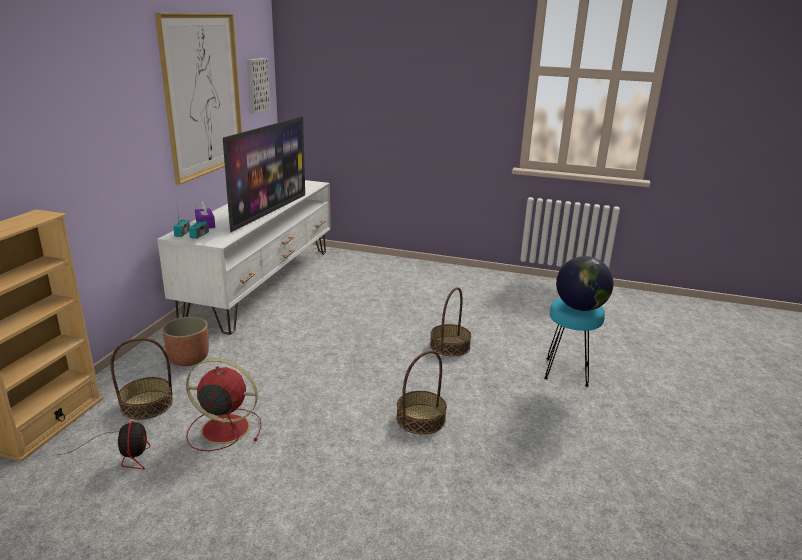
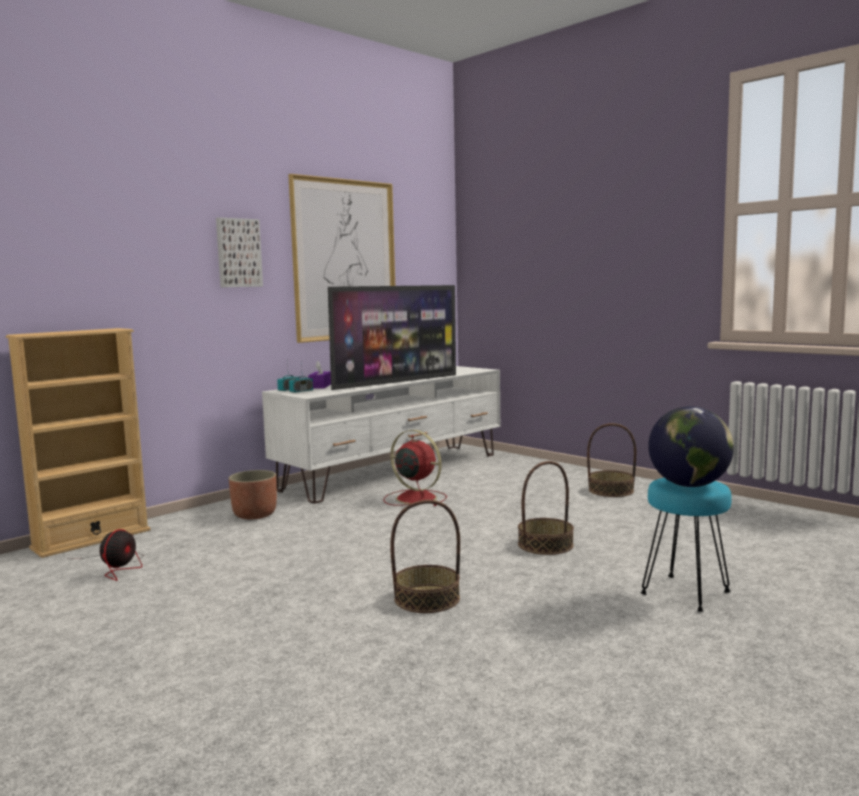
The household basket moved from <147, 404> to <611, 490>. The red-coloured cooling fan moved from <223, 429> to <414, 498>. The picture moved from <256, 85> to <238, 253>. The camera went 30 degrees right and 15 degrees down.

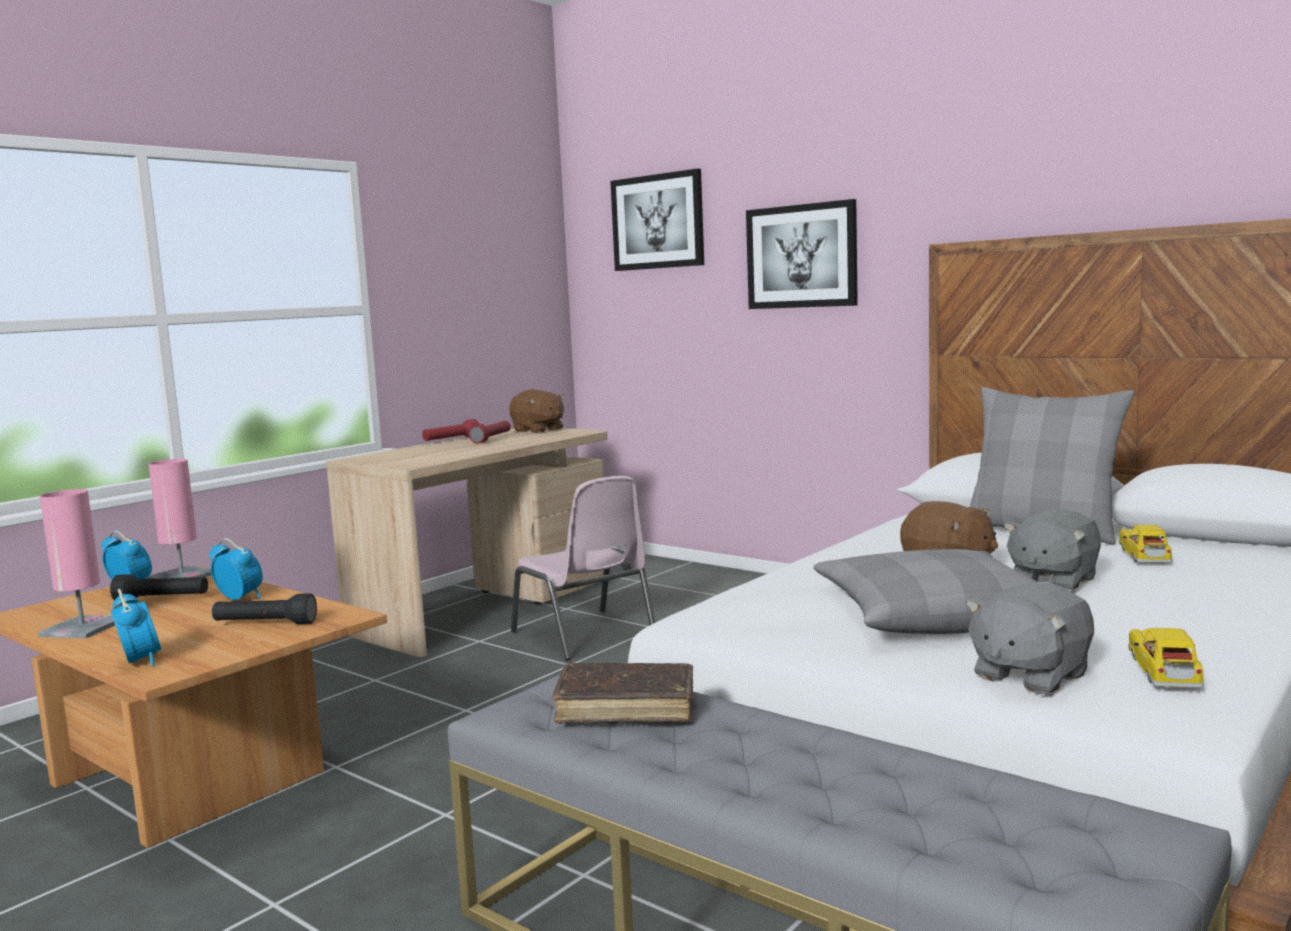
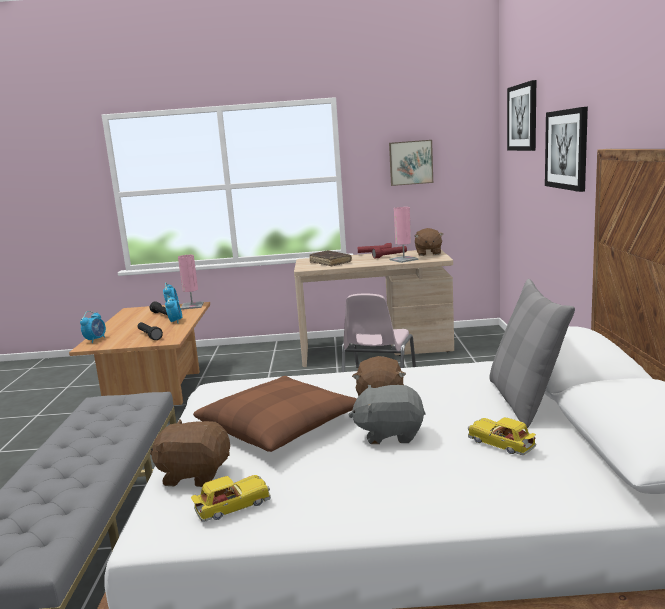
The pink table lamp moved from <82, 628> to <403, 259>. The brown-coloured volume moved from <626, 707> to <330, 262>. The gray pillow at <933, 615> became the brown-coloured pillow at <280, 426>. The gray cuddly toy at <1029, 675> became the brown-coloured cuddly toy at <194, 474>. The miniature car at <1145, 556> turned 105 degrees counterclockwise. The picture at <410, 162> appeared. The camera went 50 degrees right and 5 degrees up.

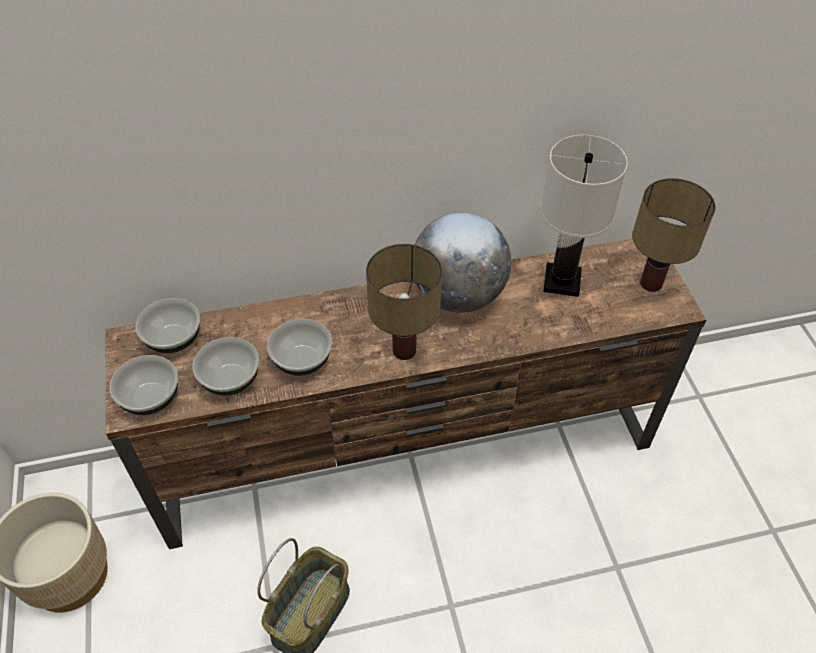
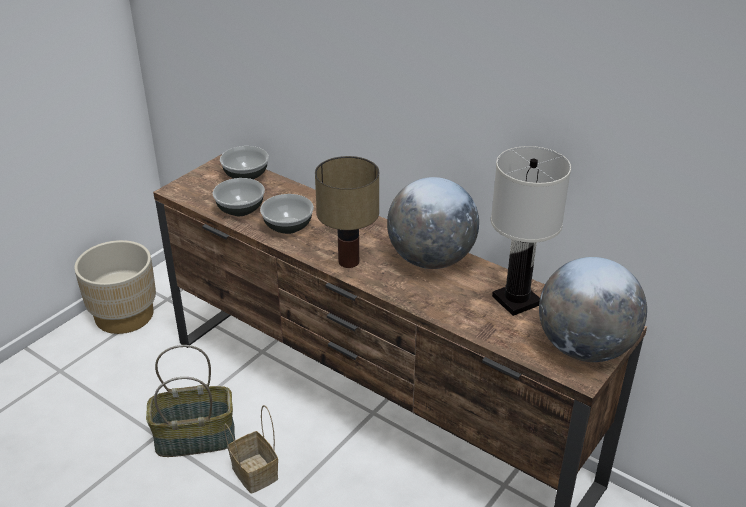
The bowl at <150, 397> disappeared. The table lamp at <651, 284> was replaced by the desk globe at <584, 348>. The household basket at <253, 472> appeared. The camera went 50 degrees right and 15 degrees down.

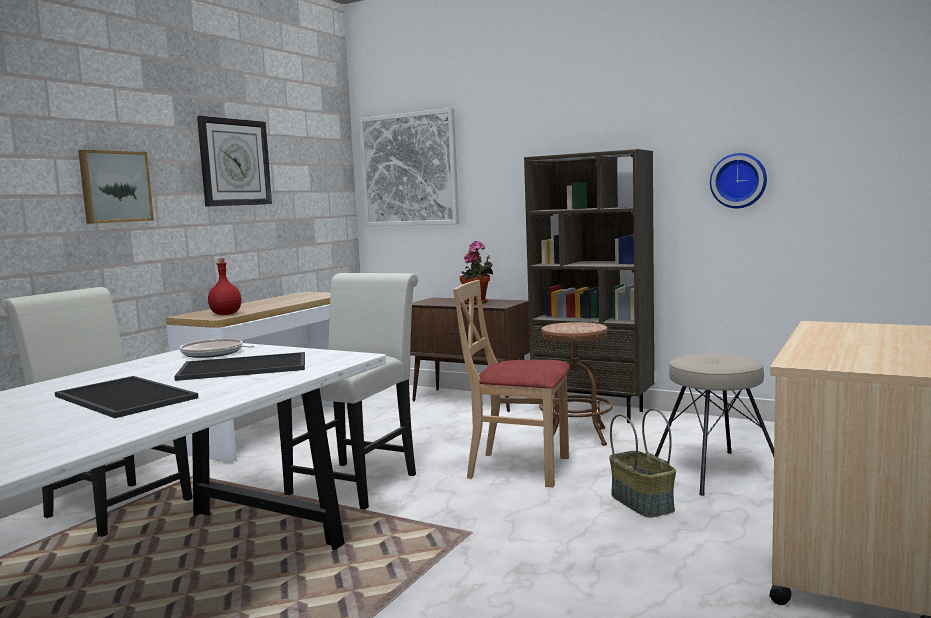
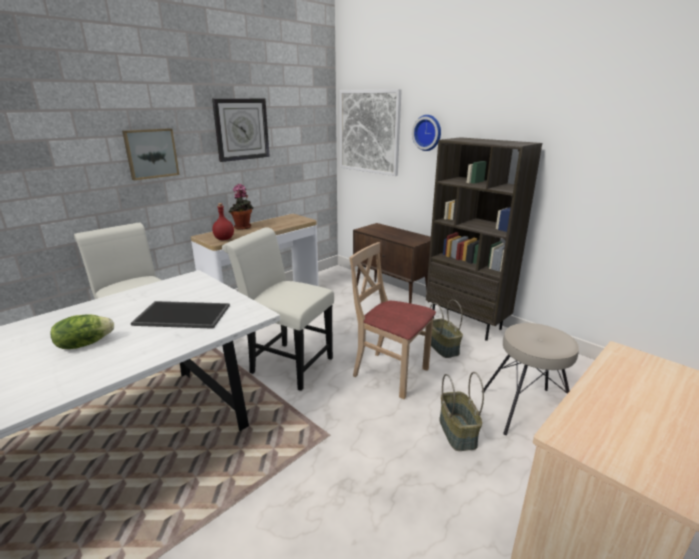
The tray at <122, 397> was replaced by the head of lettuce at <84, 344>. The pan at <214, 353> disappeared. The whitish chair at <358, 481> turned 105 degrees counterclockwise. The plant in a pot moved from <477, 303> to <243, 227>. The brown-coloured stool at <576, 436> was replaced by the household basket at <443, 347>. The hanging clock moved from <738, 180> to <428, 132>. The camera went 15 degrees right and 15 degrees up.

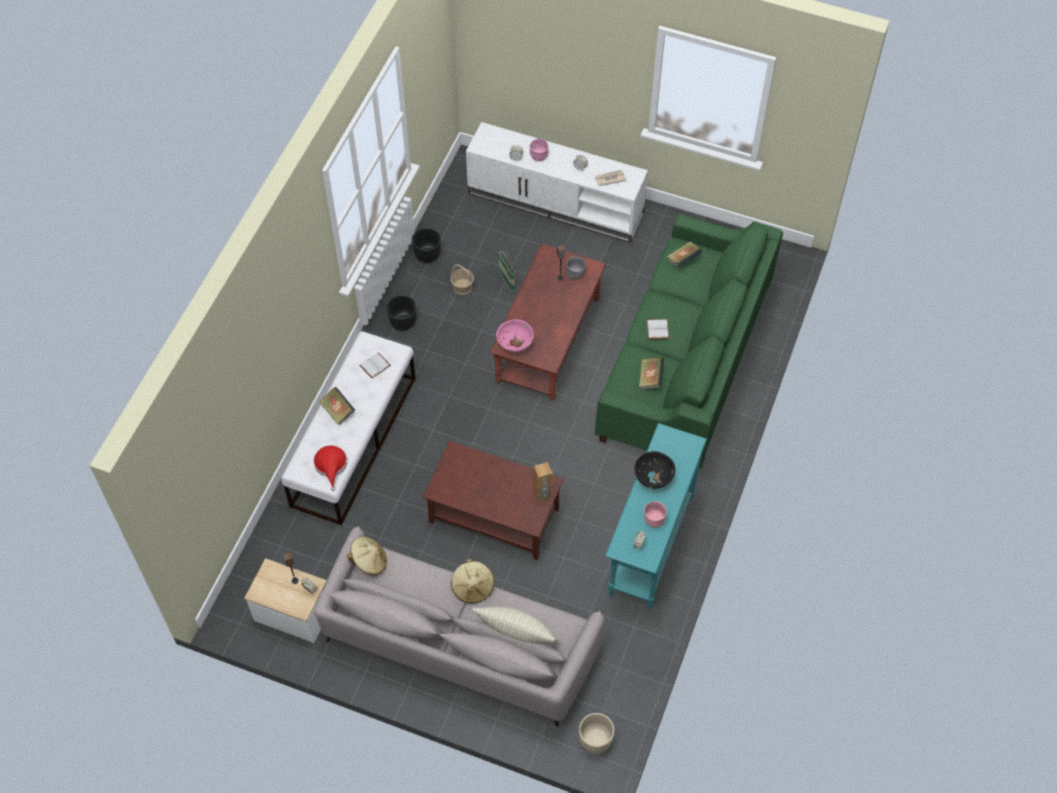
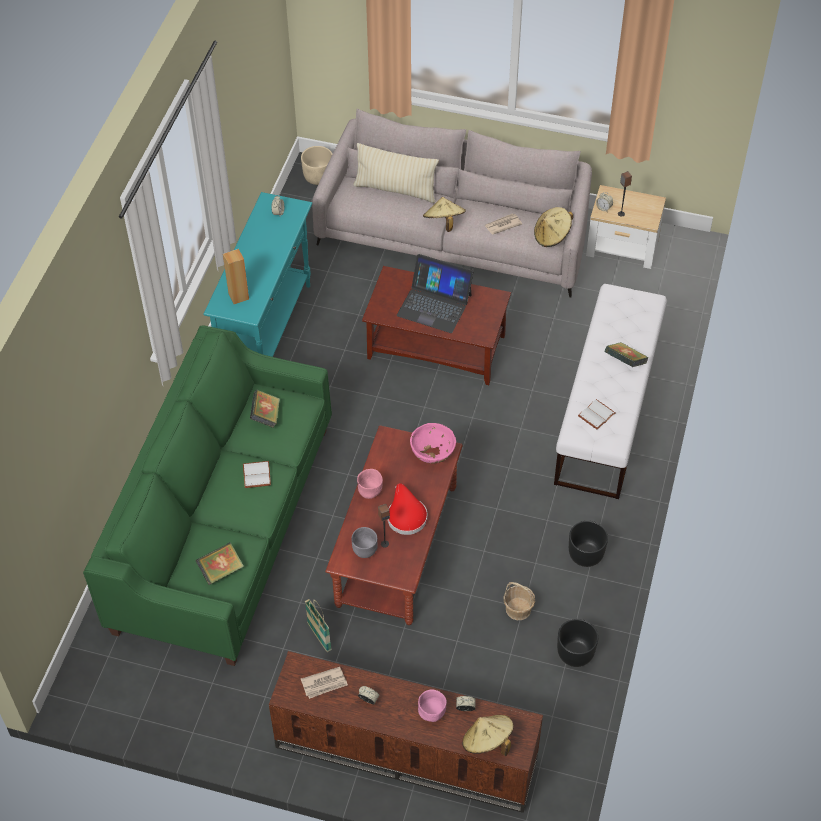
The red-coloured wearable hat moved from <331, 466> to <406, 515>. The whitish tv unit at <556, 203> became the brown-coloured tv unit at <404, 754>. The household basket moved from <507, 281> to <319, 637>. The brown-coloured speaker moved from <542, 495> to <238, 296>. The blackish bowl at <653, 478> disappeared. The pink bowl moved from <653, 520> to <370, 491>. The portable computer at <434, 305> appeared. The beige-coloured wearable hat at <487, 742> appeared. The printed paper at <502, 225> appeared. The camera went 175 degrees right and 5 degrees down.

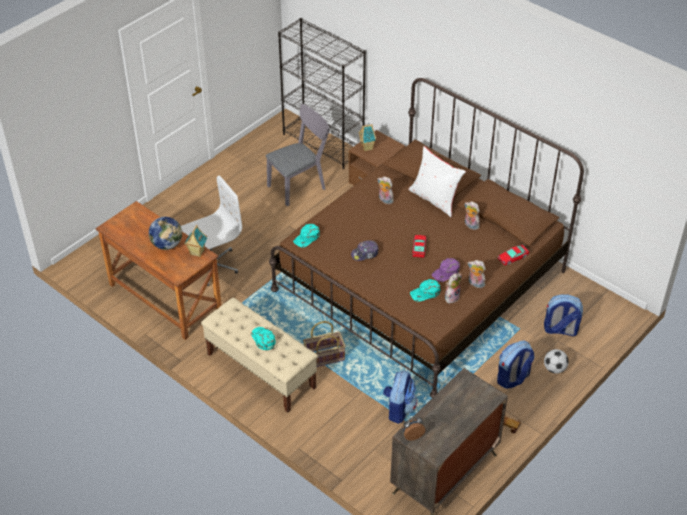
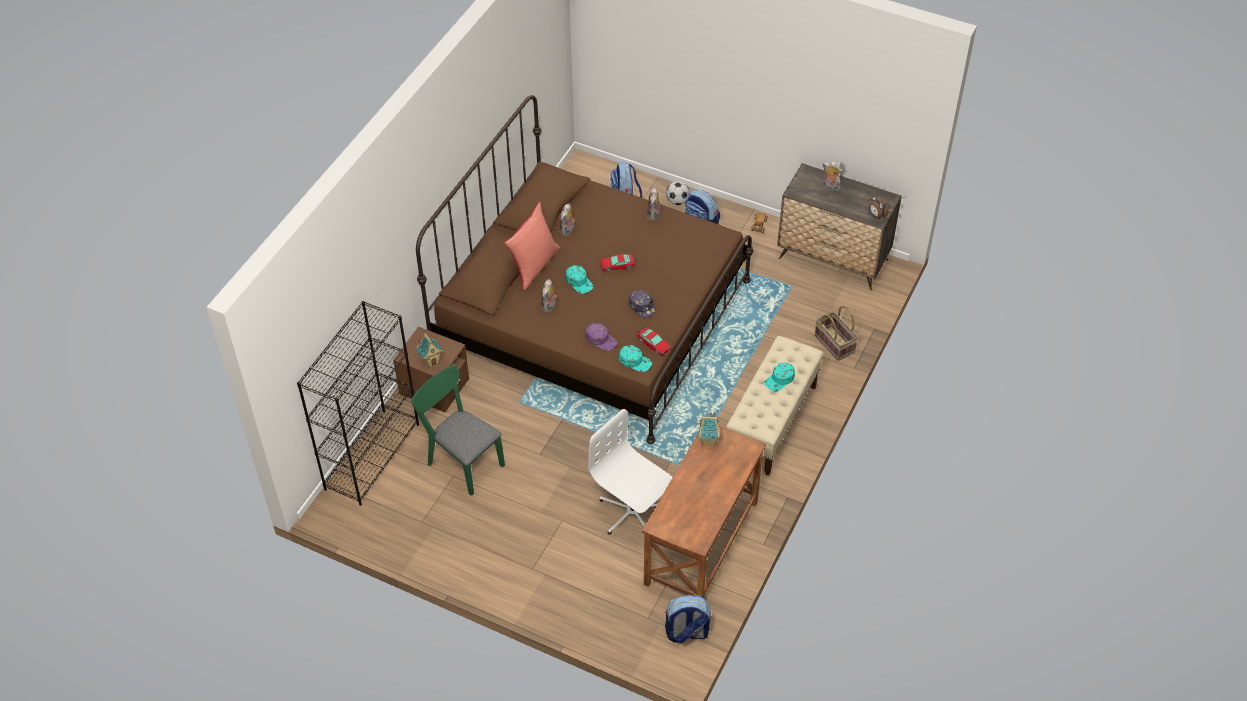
The desk globe at <167, 244> disappeared. The gray chair at <300, 185> became the greenish chair at <462, 461>. The household basket moved from <324, 358> to <835, 343>. The backpack moved from <398, 409> to <686, 632>. The whitish pillow at <435, 199> became the red-coloured pillow at <534, 265>. The turquoise-coloured baseball cap moved from <425, 293> to <579, 282>. The purplish baseball cap moved from <446, 272> to <601, 339>. The cuddly toy moved from <451, 297> to <830, 187>. The miniature car moved from <513, 257> to <653, 344>. The camera went 105 degrees left and 5 degrees up.

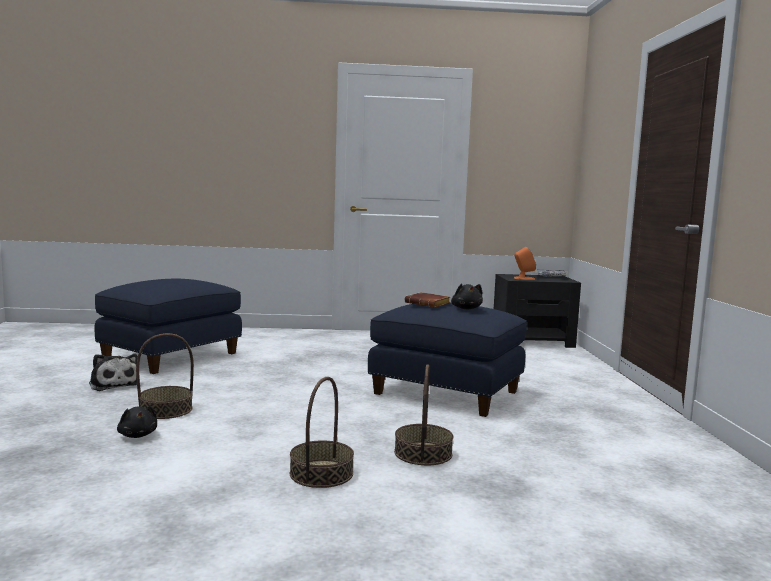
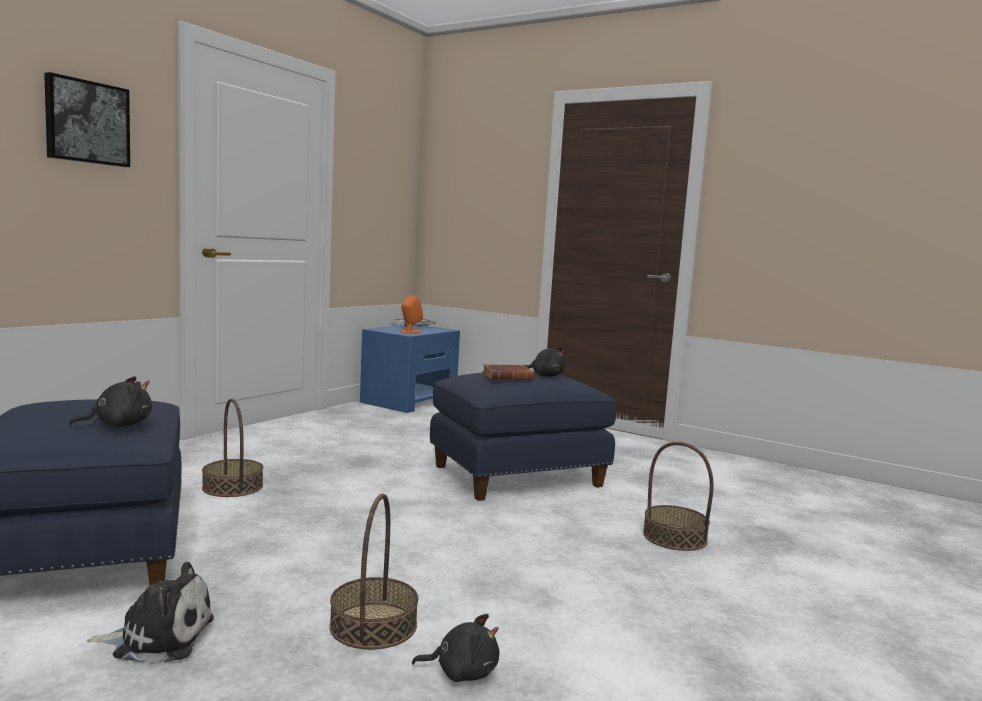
The household basket moved from <321, 473> to <233, 487>. The blackish nightstand at <533, 340> became the bluish nightstand at <409, 401>. The picture at <86, 122> appeared. The blackish cuddly toy at <118, 425> appeared. The camera went 55 degrees left and 0 degrees up.

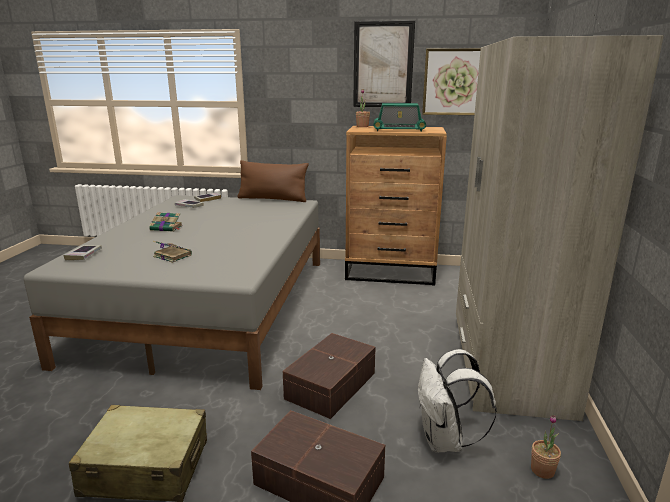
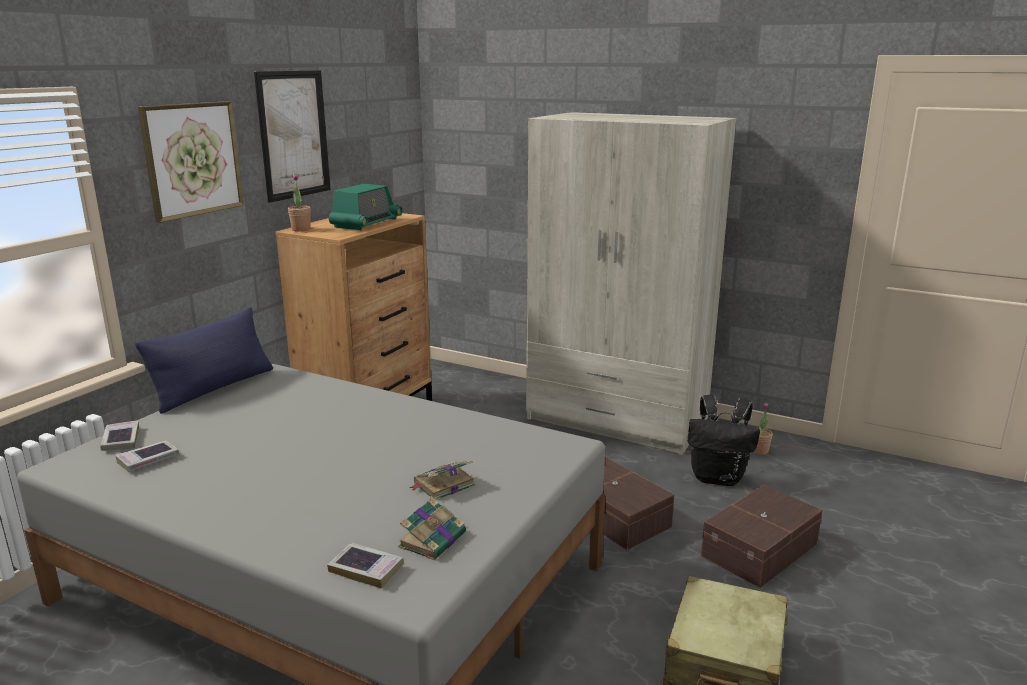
The volume moved from <167, 228> to <433, 539>. The brown-coloured pillow at <273, 199> became the bluish pillow at <214, 388>. The whitish backpack at <445, 441> became the blackish backpack at <718, 478>. The picture moved from <455, 82> to <192, 159>. The camera went 70 degrees left and 0 degrees up.

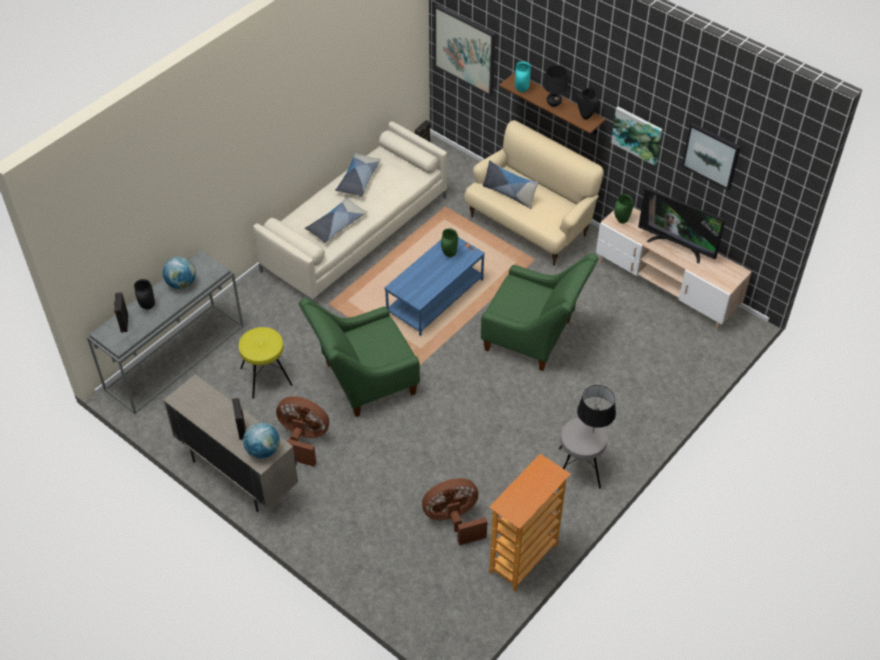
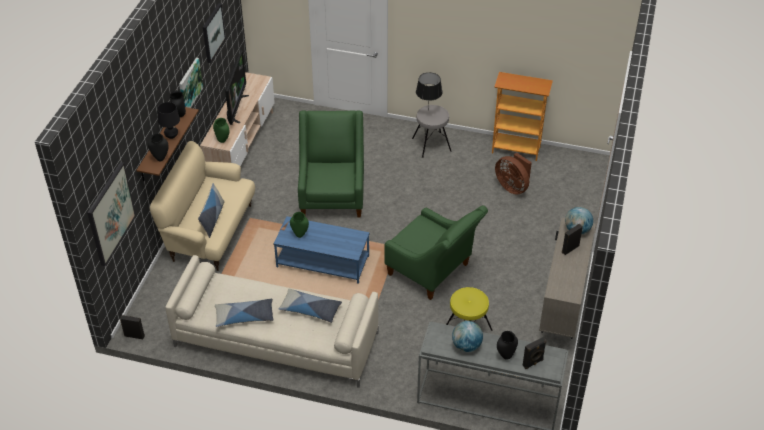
The brown-coloured cooling fan at <304, 439> disappeared. The turquoise-coloured vase at <521, 90> became the blackish vase at <160, 159>. The camera went 115 degrees left and 5 degrees down.

